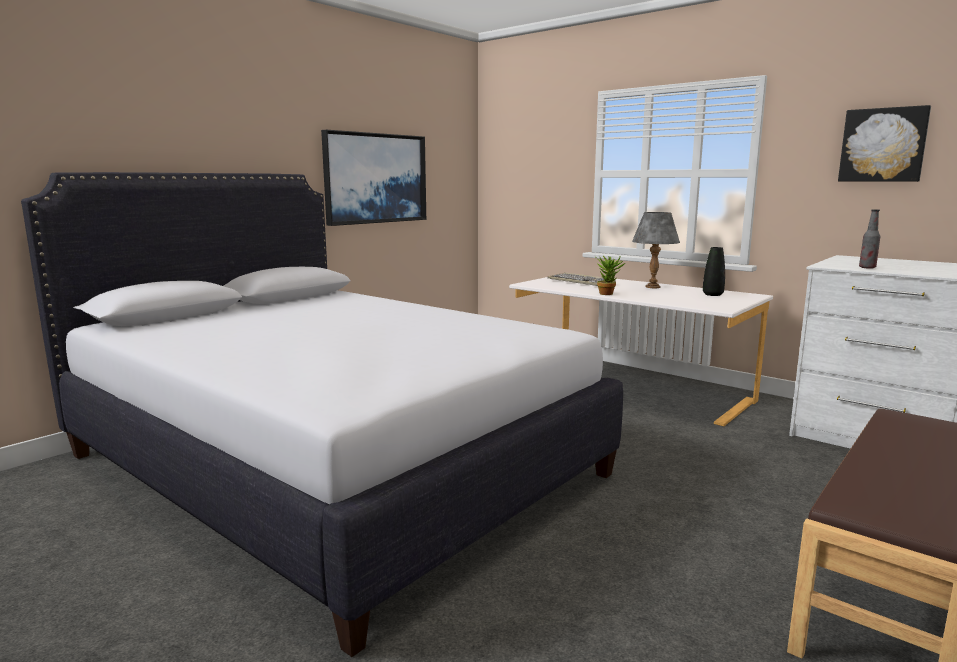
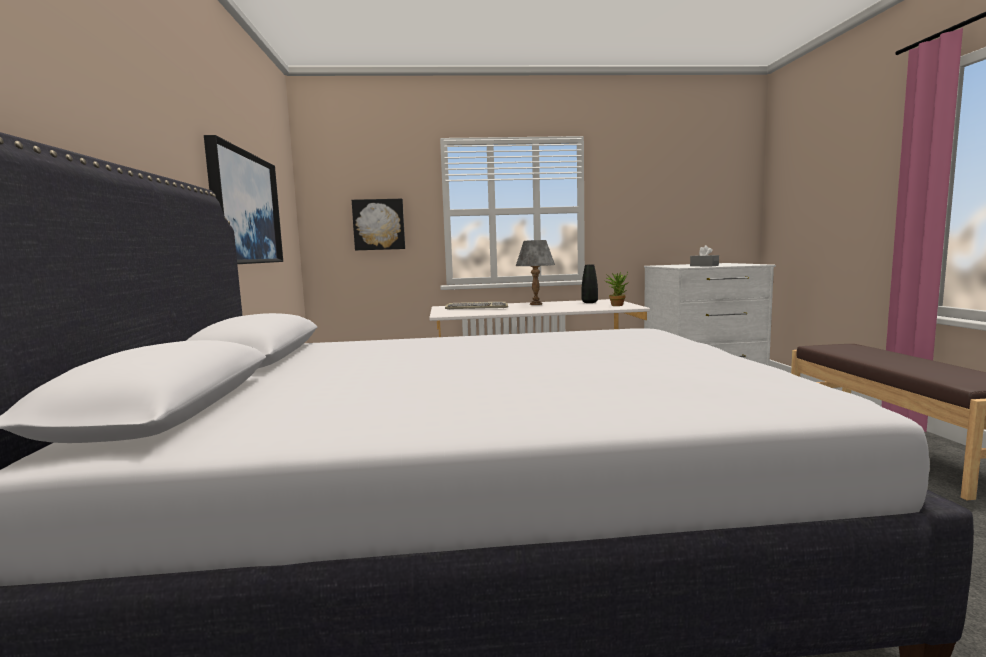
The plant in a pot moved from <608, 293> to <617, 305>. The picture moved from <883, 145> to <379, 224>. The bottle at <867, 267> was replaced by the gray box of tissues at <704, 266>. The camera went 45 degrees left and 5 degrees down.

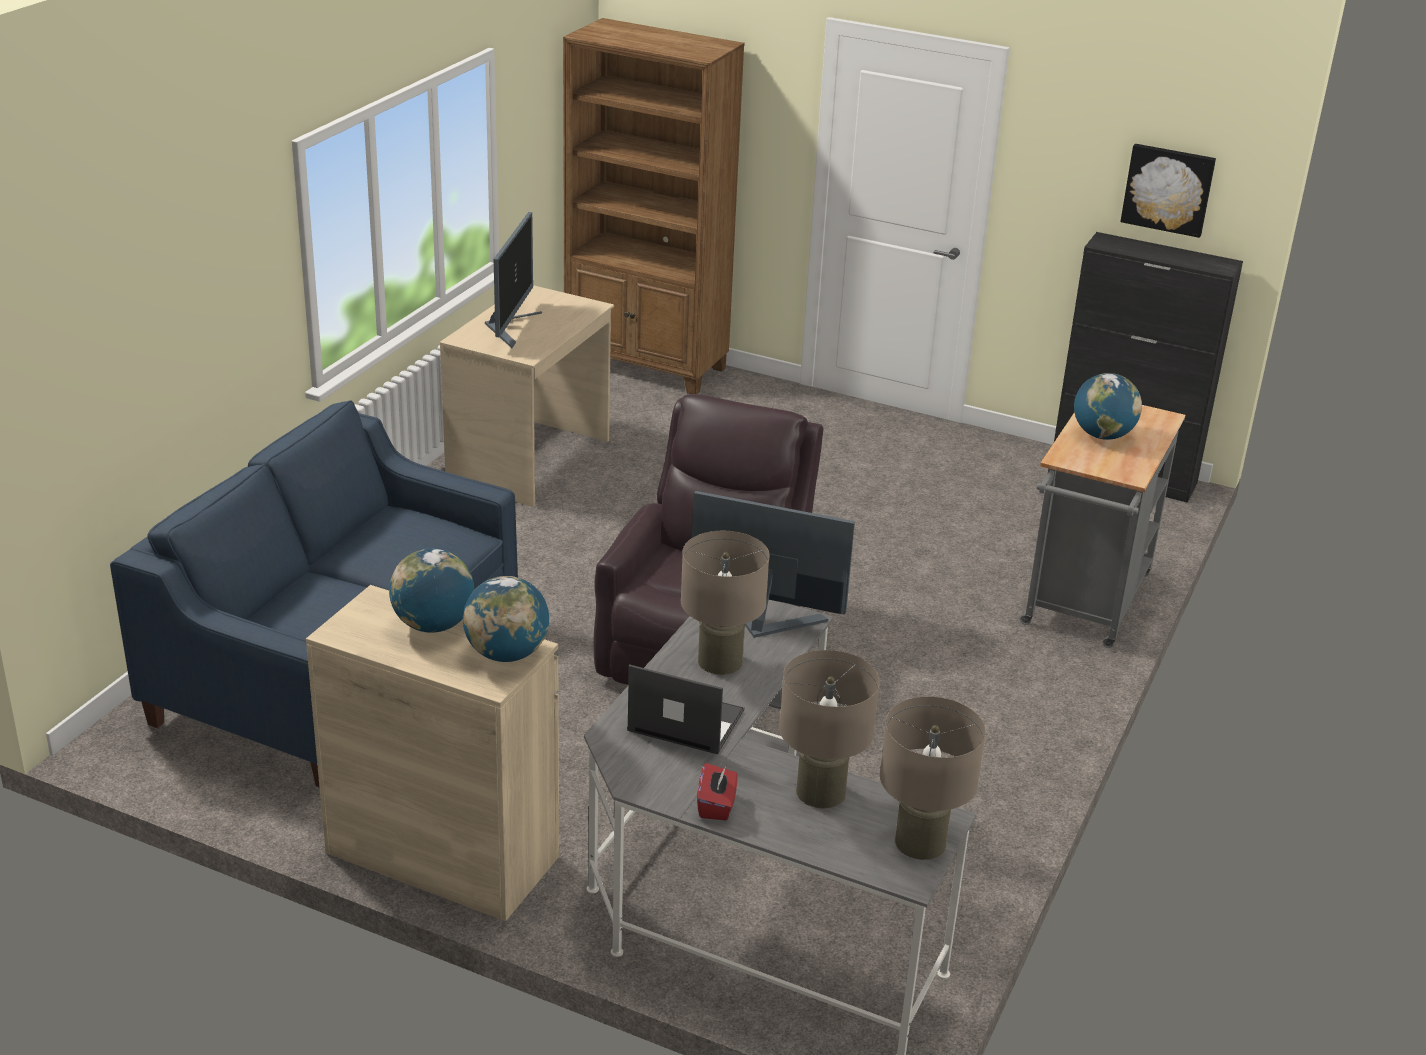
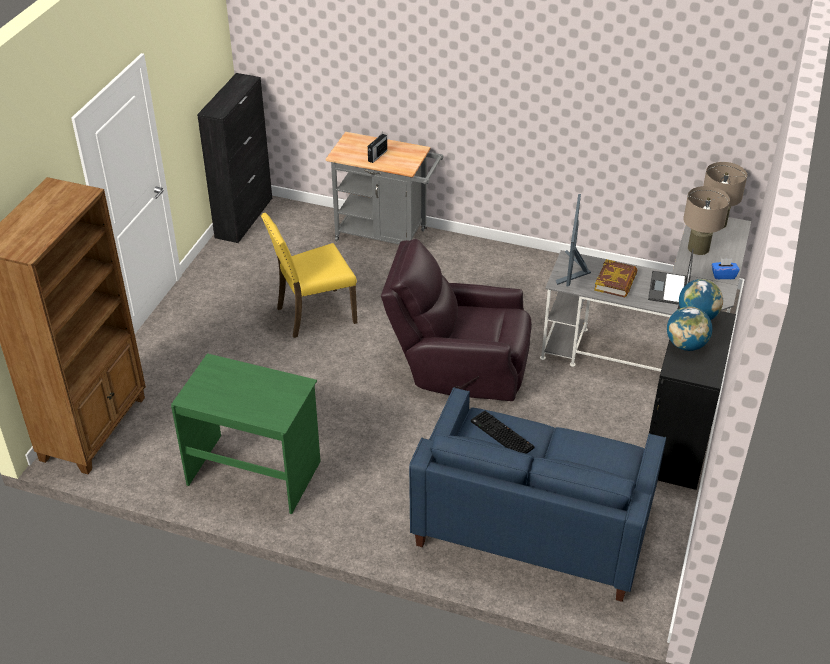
The beige-coloured cabinet at <442, 855> became the blackish cabinet at <677, 444>. The beige-coloured desk unit at <530, 461> became the greenish desk unit at <255, 472>. The computer screen at <510, 327> disappeared. The beige-coloured table lamp at <720, 661> was replaced by the volume at <615, 282>. The red-coloured box of tissues at <716, 805> became the bluish box of tissues at <723, 275>. The desk globe at <1102, 435> was replaced by the radio set at <377, 156>. The picture at <1168, 189> disappeared. The yellow-coloured chair at <314, 314> appeared. The computer keyboard at <500, 435> appeared. The camera went 95 degrees left and 10 degrees up.

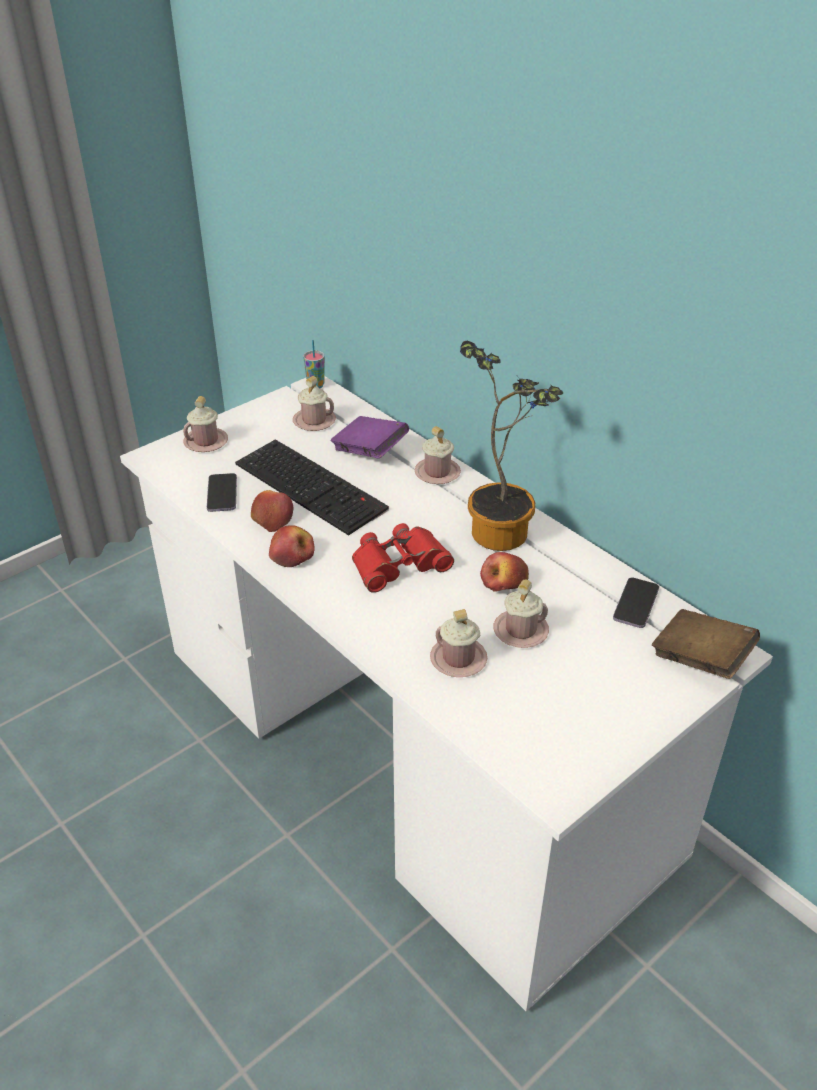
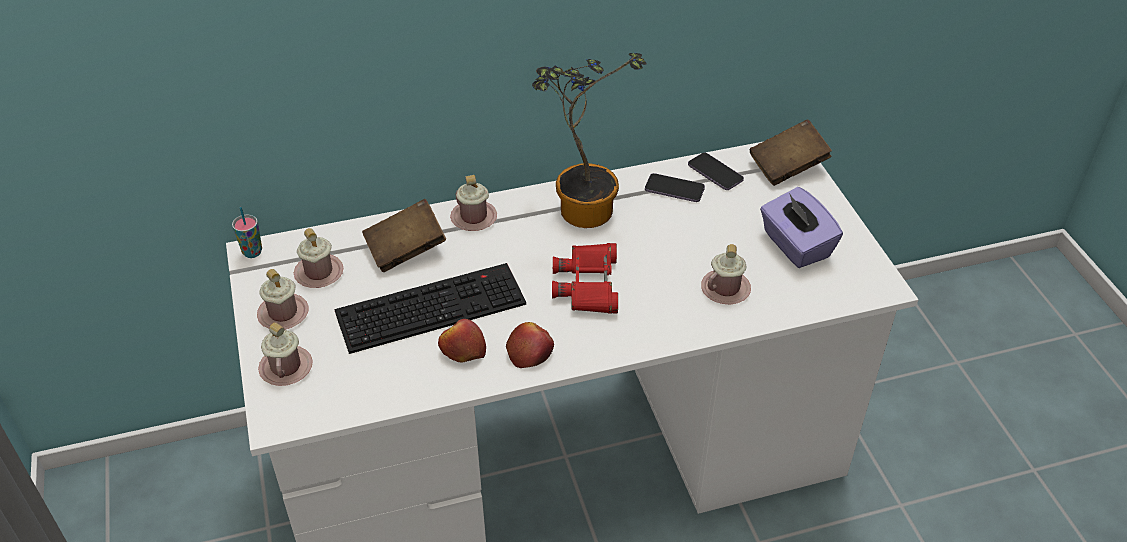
The phone moved from <222, 494> to <674, 189>. The purplish volume at <370, 452> became the brown-coloured volume at <405, 250>. The apple at <504, 582> disappeared. The pink coffee mug moved from <520, 630> to <283, 313>. The purplish box of tissues at <795, 245> appeared. The camera went 65 degrees left and 5 degrees up.

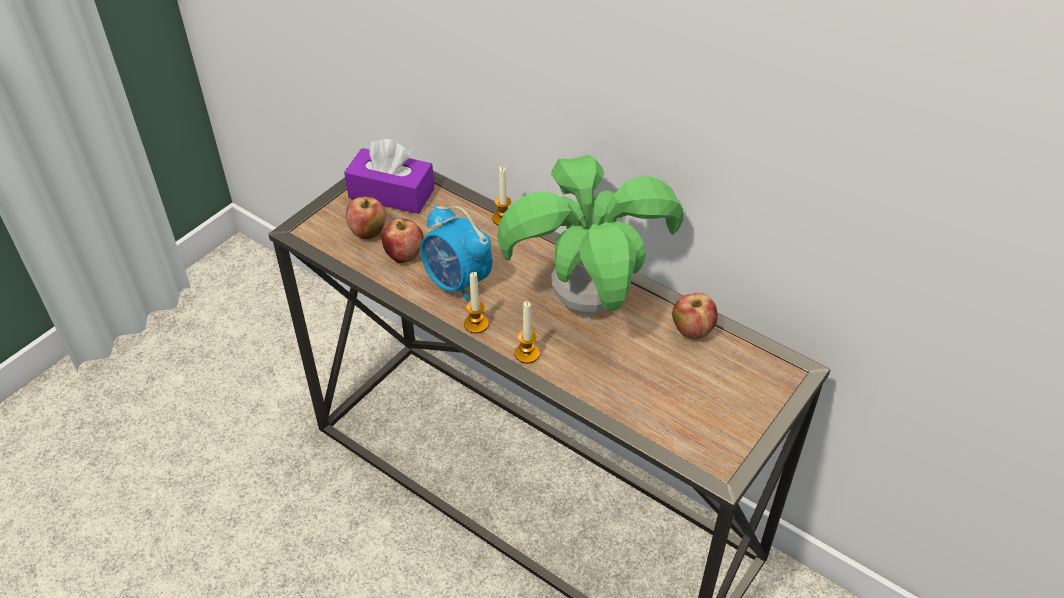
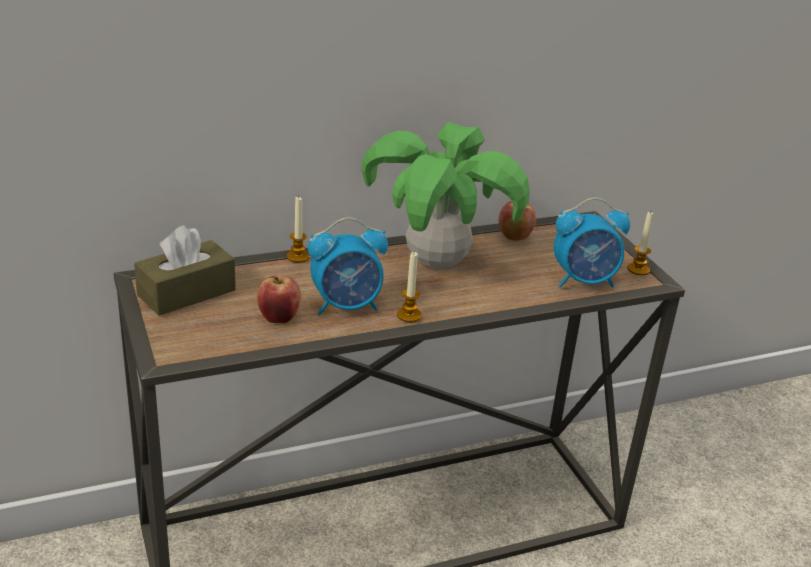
The purplish box of tissues at <391, 193> became the brown-coloured box of tissues at <186, 292>. The apple at <368, 233> disappeared. The wax light moved from <527, 354> to <638, 269>. The table clock at <584, 281> appeared. The camera went 60 degrees left and 15 degrees down.

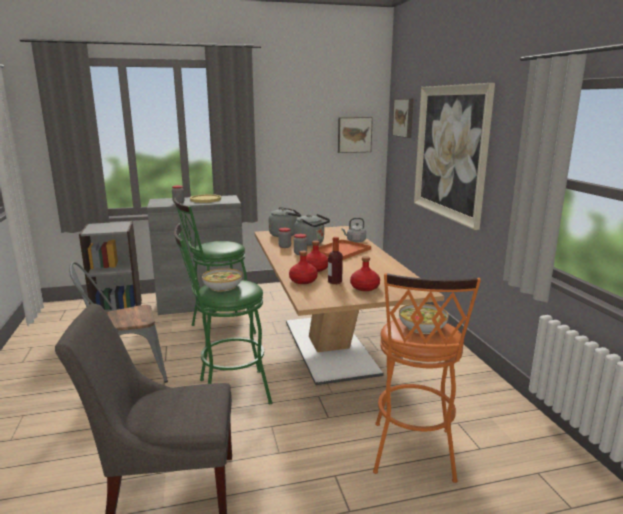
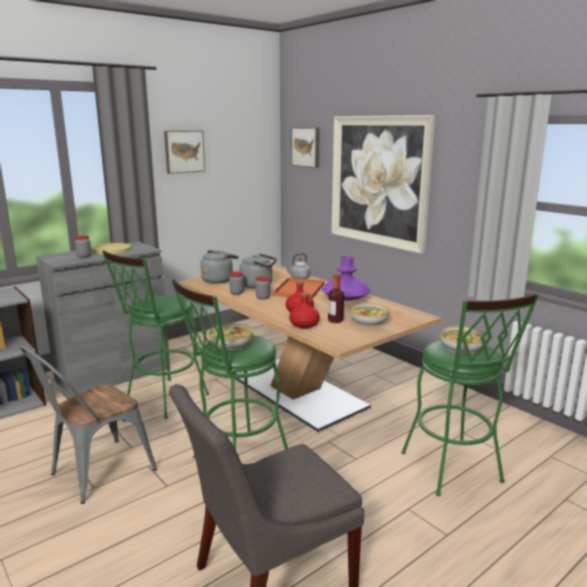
The picture moved from <354, 134> to <184, 151>. The red-coloured bottle at <364, 287> was replaced by the bowl at <368, 321>. The orangey stool at <412, 456> became the greenish stool at <455, 472>. The purplish vase at <345, 299> appeared. The camera went 25 degrees left and 0 degrees up.

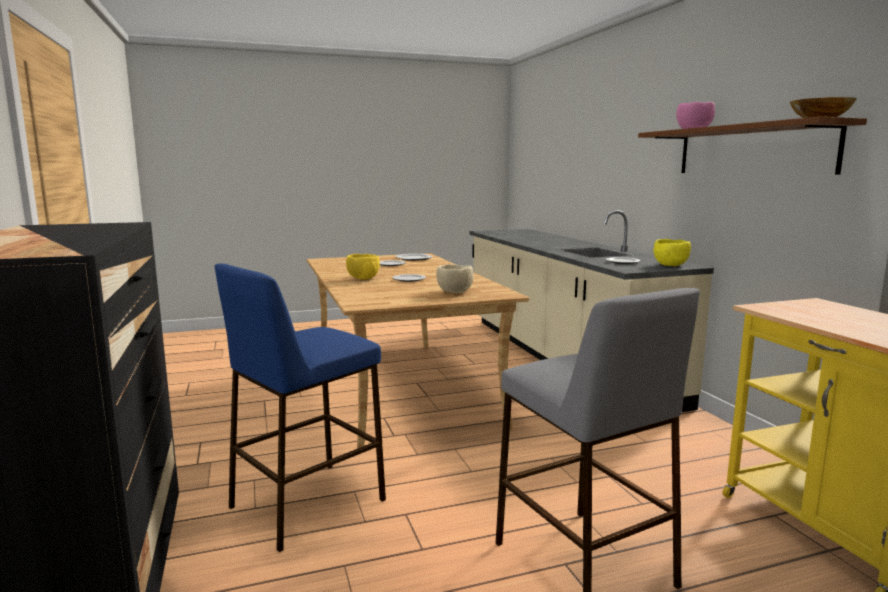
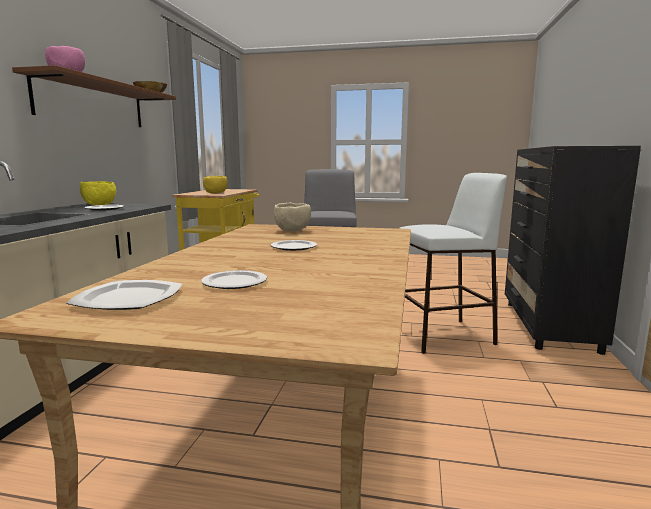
The bluish stool at <306, 504> became the whitish stool at <444, 336>. The yellow-coloured bowl moved from <363, 279> to <216, 193>. The camera went 150 degrees left and 0 degrees up.

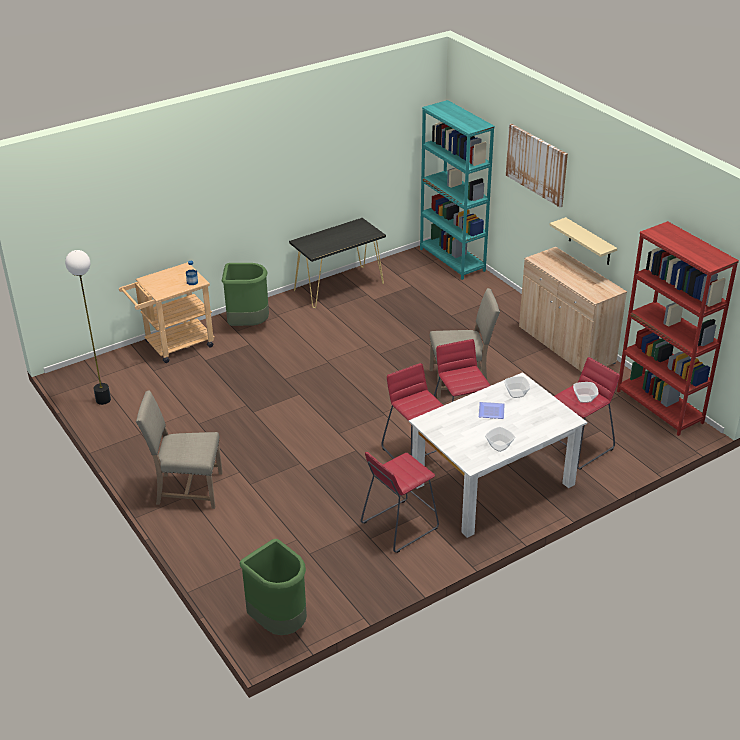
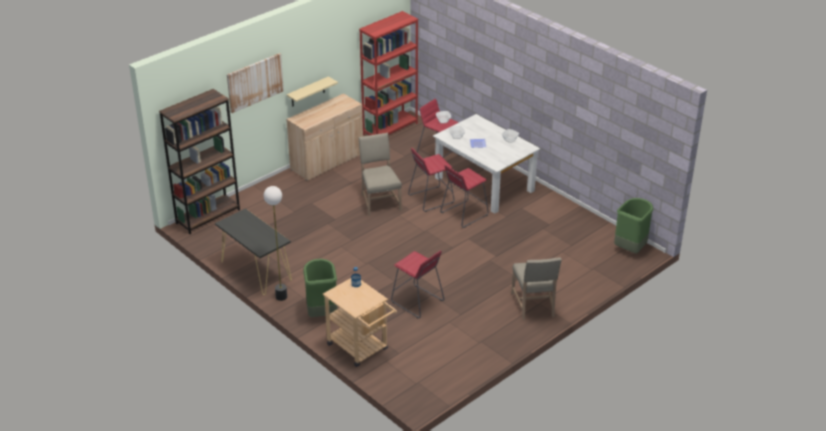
The standing lamp moved from <103, 400> to <281, 296>. The red-coloured stool moved from <399, 526> to <417, 301>. The turquoise-coloured shelving unit at <452, 260> became the brown-coloured shelving unit at <208, 216>. The camera went 100 degrees left and 0 degrees up.

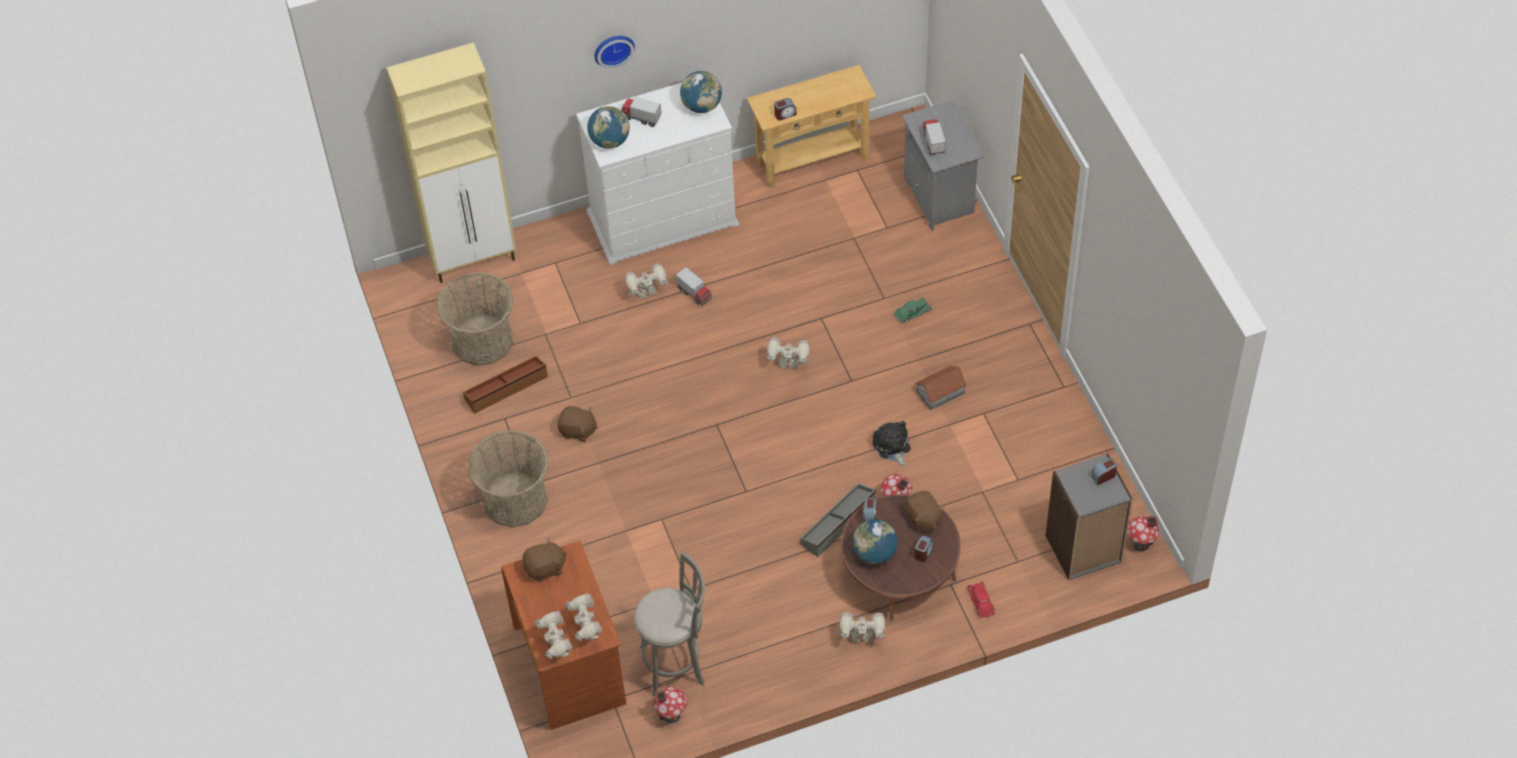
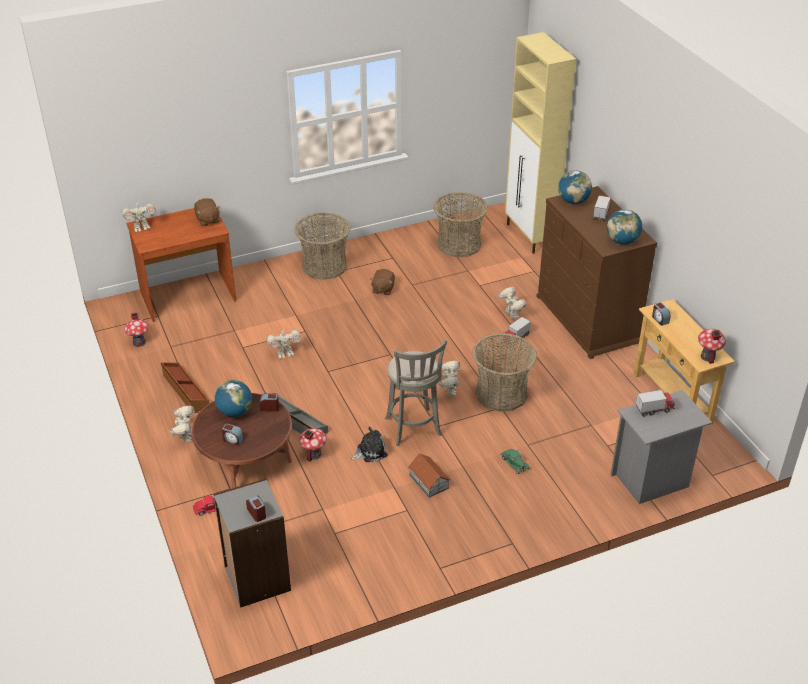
The brown-coloured storage container moved from <506, 388> to <185, 391>. The model robot moved from <587, 632> to <285, 354>. The whitish dresser at <663, 218> became the brown-coloured dresser at <588, 319>. The hanging clock at <613, 48> disappeared. The gray stool moved from <676, 664> to <414, 429>. The brown-coloured cuddly toy at <923, 518> disappeared. The model house moved from <1140, 544> to <707, 357>. The household basket at <501, 394> appeared. The camera went 85 degrees right and 15 degrees down.

